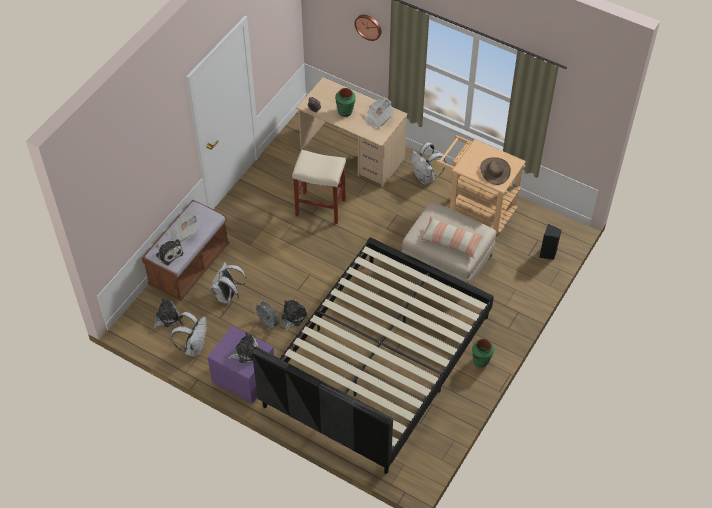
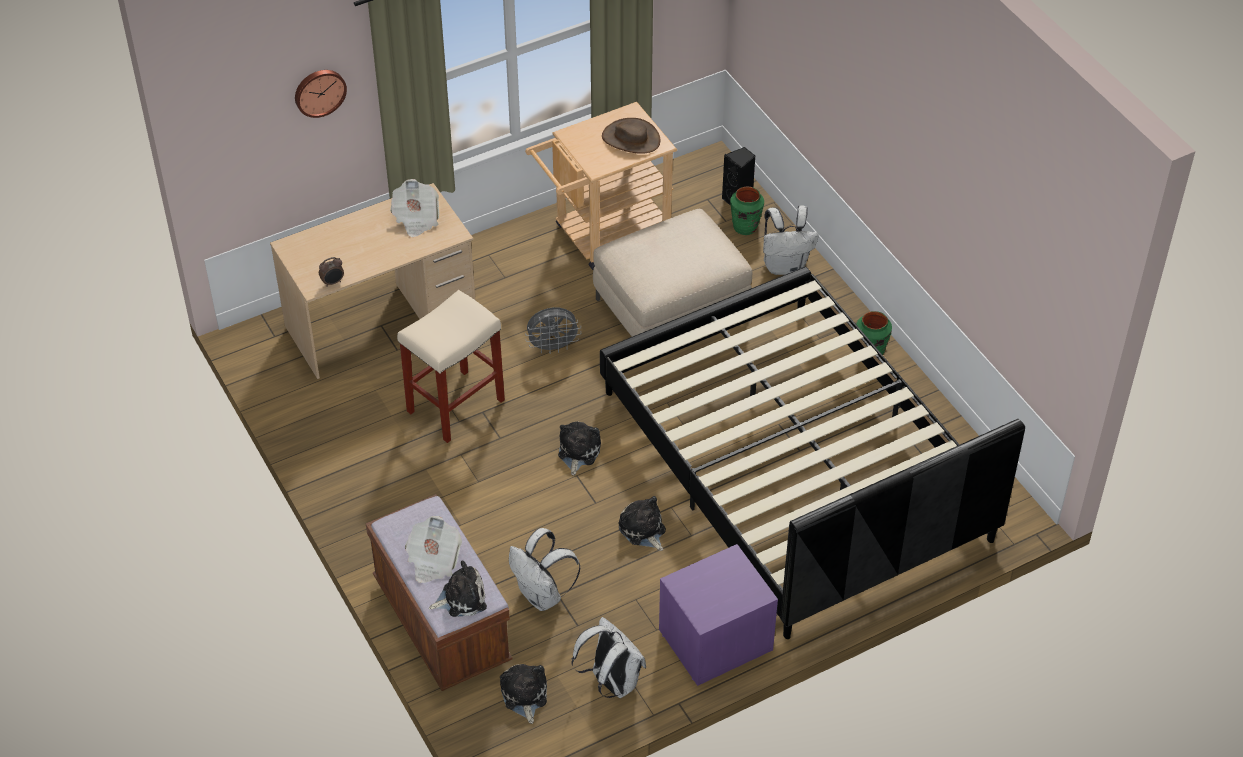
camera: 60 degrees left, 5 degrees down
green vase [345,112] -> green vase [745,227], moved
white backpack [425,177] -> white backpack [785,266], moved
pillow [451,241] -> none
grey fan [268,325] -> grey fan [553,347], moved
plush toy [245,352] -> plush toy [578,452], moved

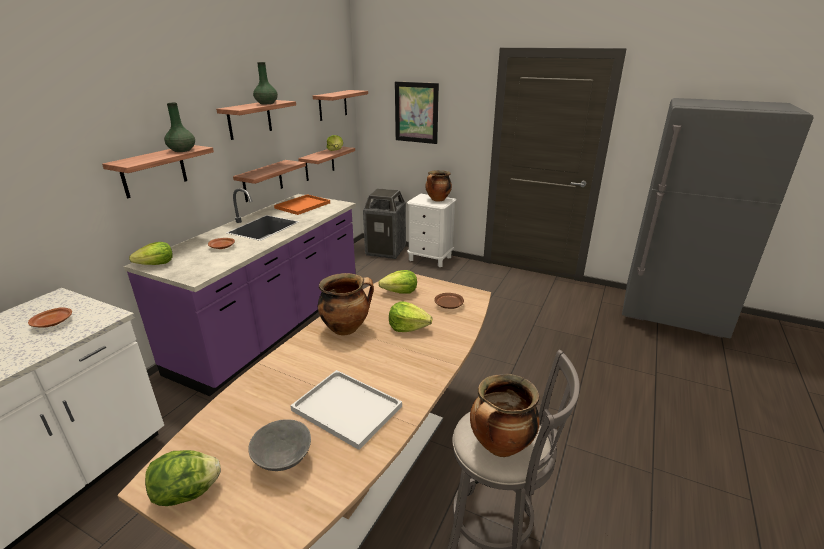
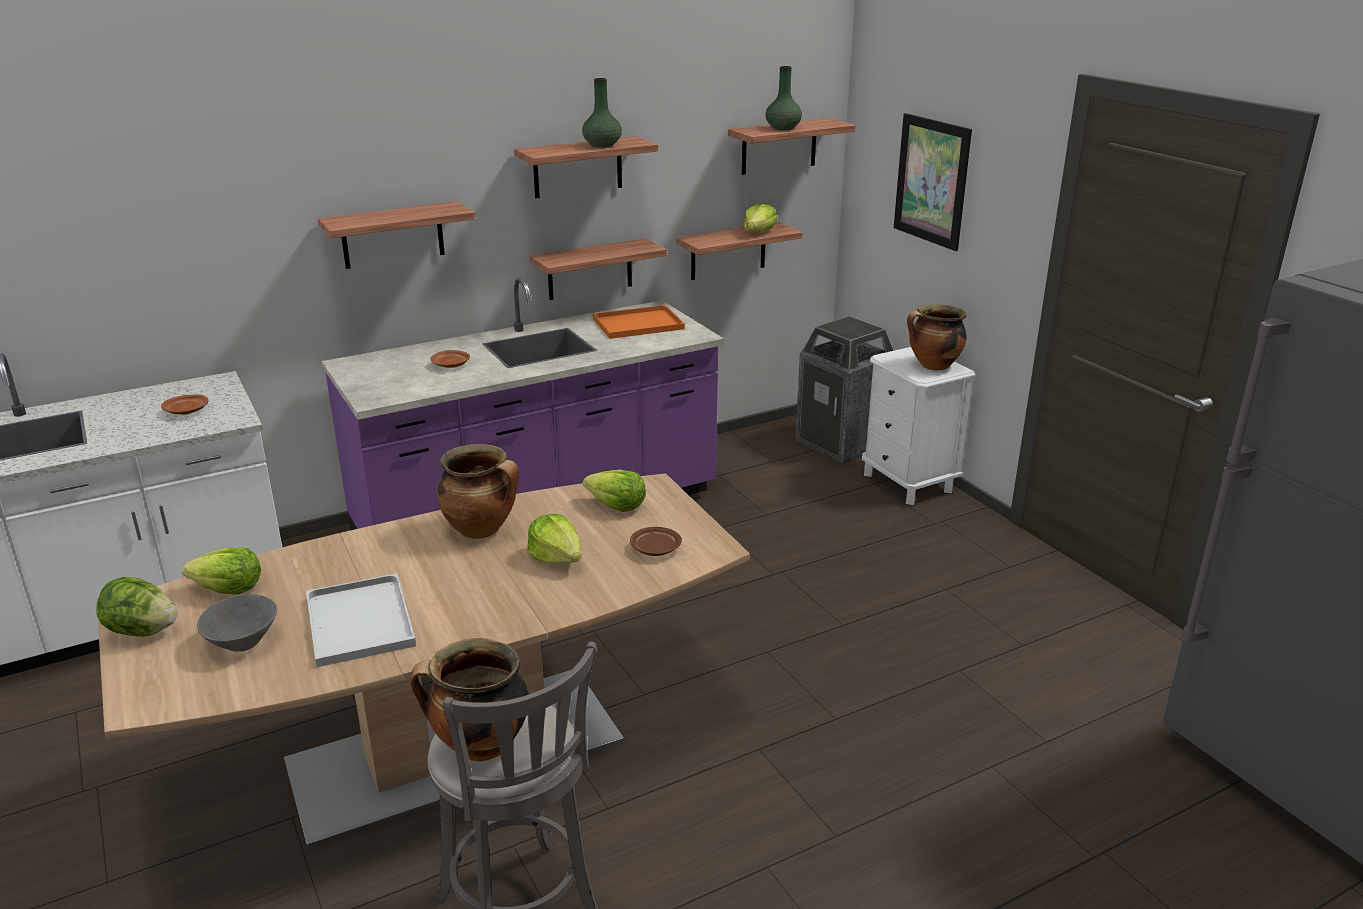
camera: 35 degrees right, 0 degrees up
green vase [182,150] -> green vase [783,128], moved
lettuce [156,264] -> lettuce [228,589], moved

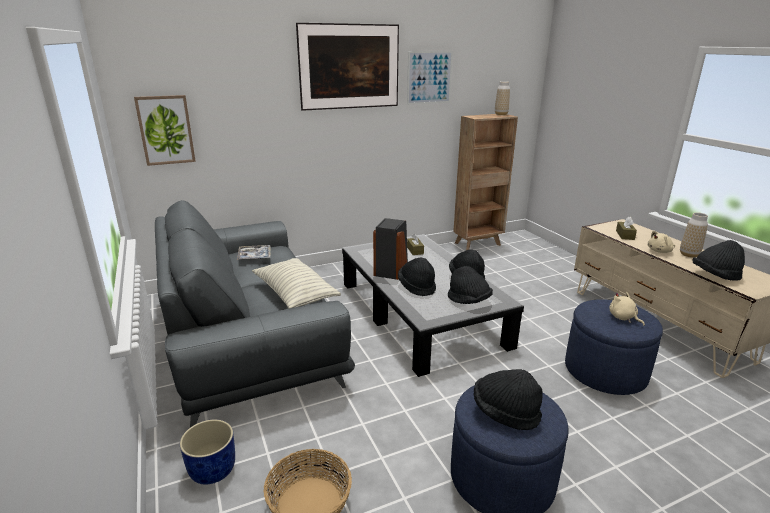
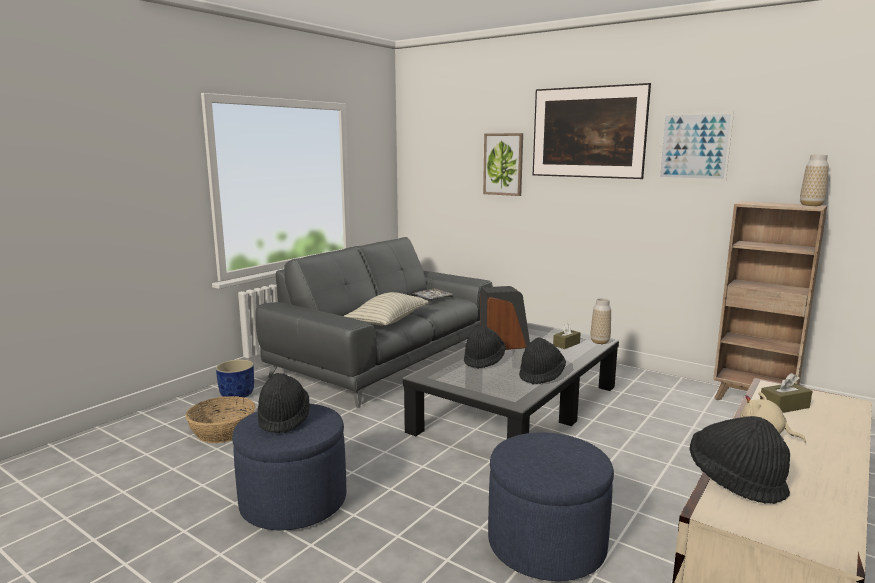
camera: 60 degrees right, 10 degrees down
picture [166,130] -> picture [503,164], moved
vase [689,254] -> vase [600,342], moved
black hat [469,301] -> none
beige plush toy [623,318] -> none

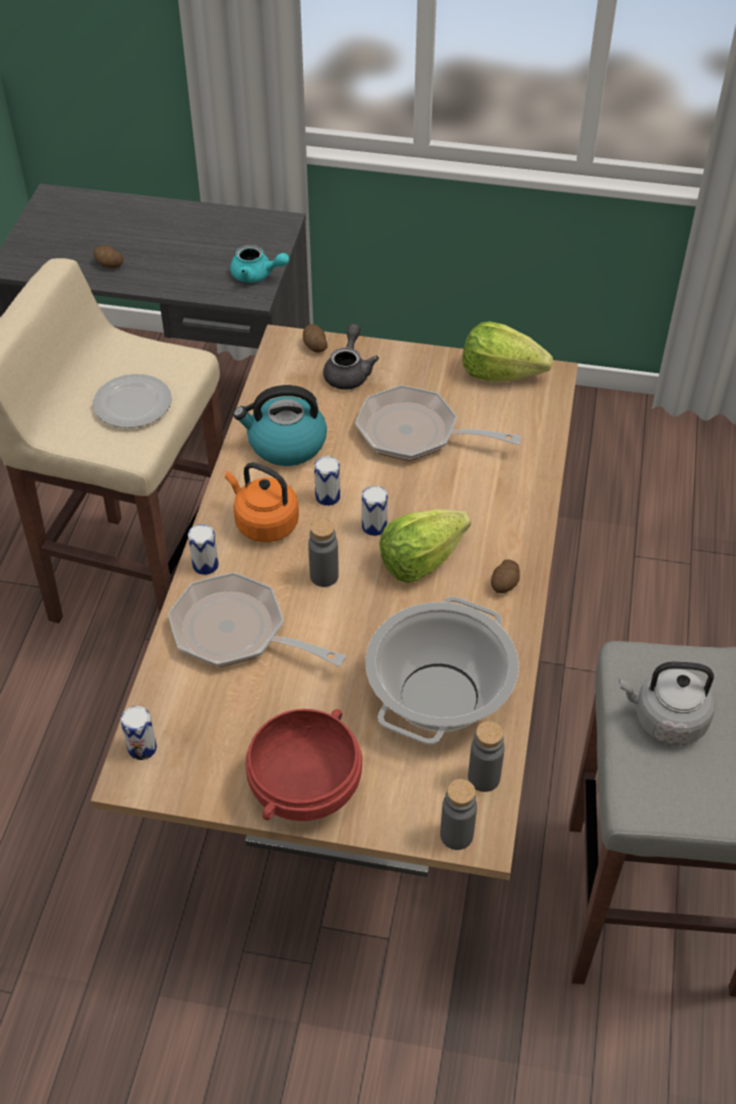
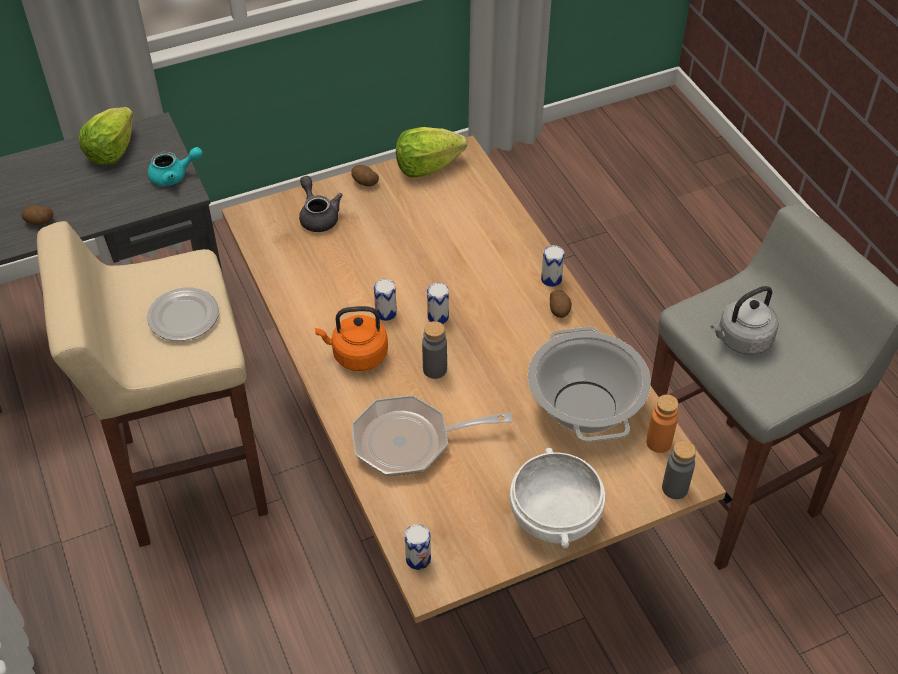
camera: 35 degrees left, 0 degrees up
potato [314,346] -> potato [364,182], moved
kettle [285,444] -> none
frying pan [416,433] -> none
lettuce [420,560] -> lettuce [112,151], moved
can [205,565] -> can [551,279], moved
red bowl [306,789] -> white bowl [556,518]
grey bottle [483,778] -> orange bottle [658,442]

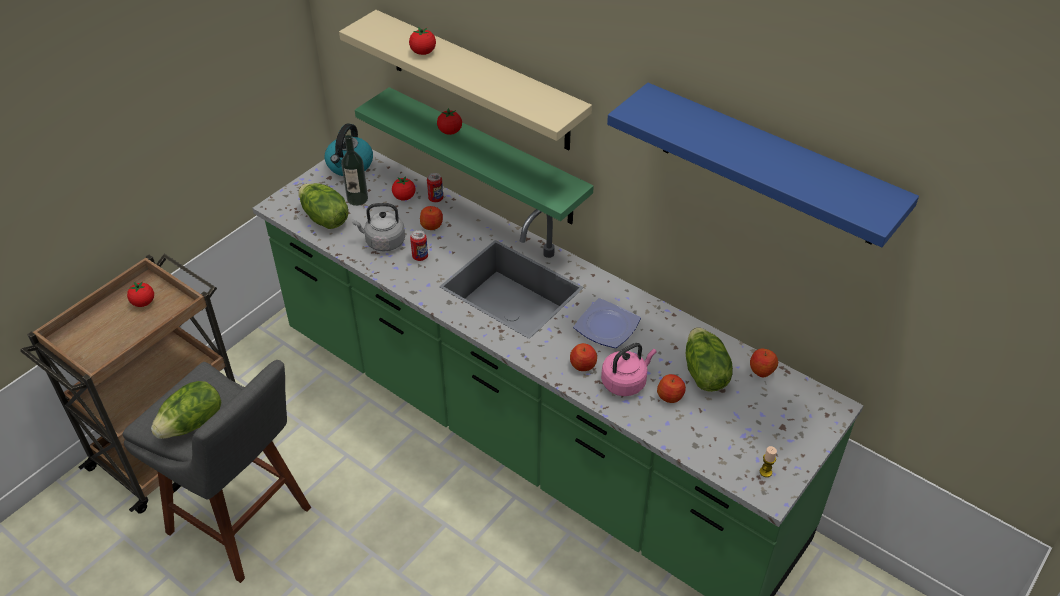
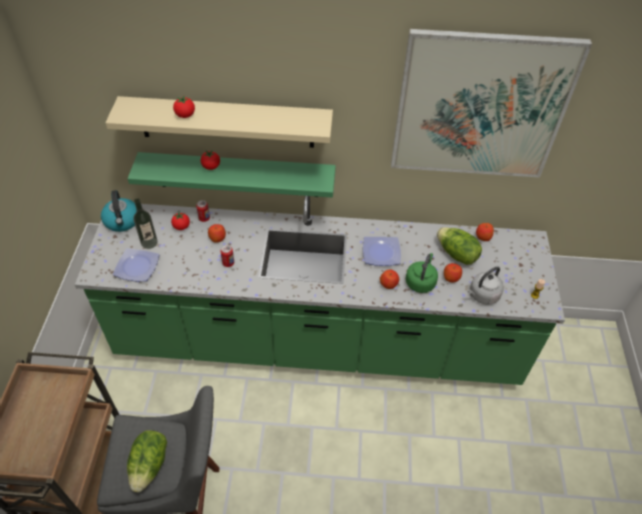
camera: 35 degrees left, 5 degrees up
blue shelf [769,165] -> picture [480,107]
lettuce [324,219] -> plate [137,268]
grey kettle [383,242] -> grey kettle [482,295], moved
tomato [143,302] -> none
pink kettle [625,382] -> green kettle [420,282]

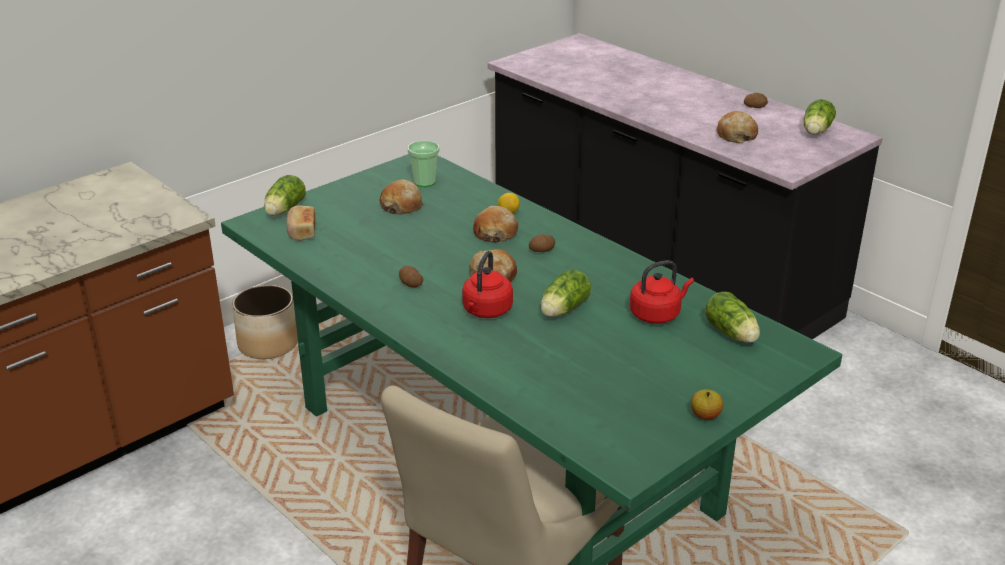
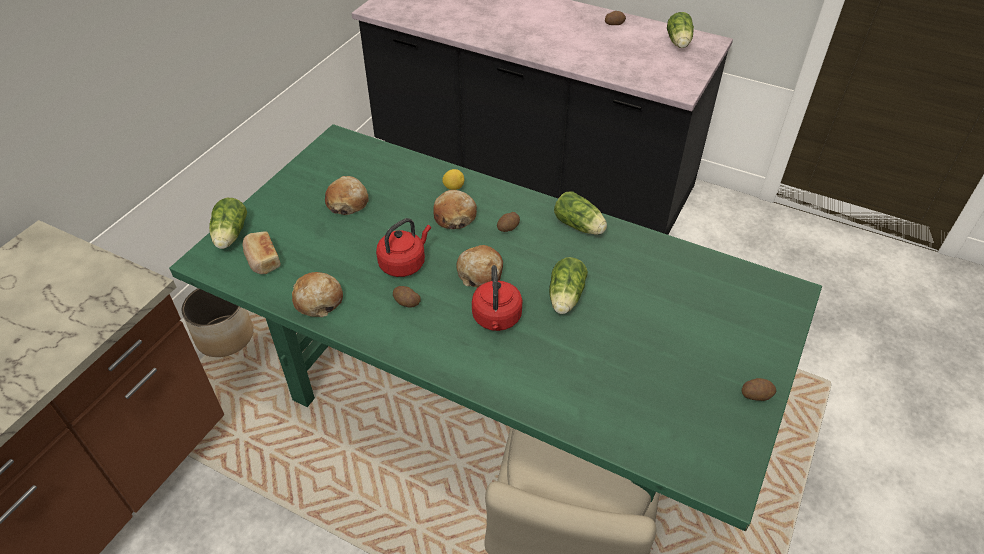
camera: 20 degrees left, 15 degrees up
bread [736,135] -> bread [318,300], moved
cup [424,182] -> none
red kettle [657,314] -> red kettle [404,263], moved
lettuce [732,334] -> lettuce [580,226], moved
apple [705,415] -> potato [756,394]

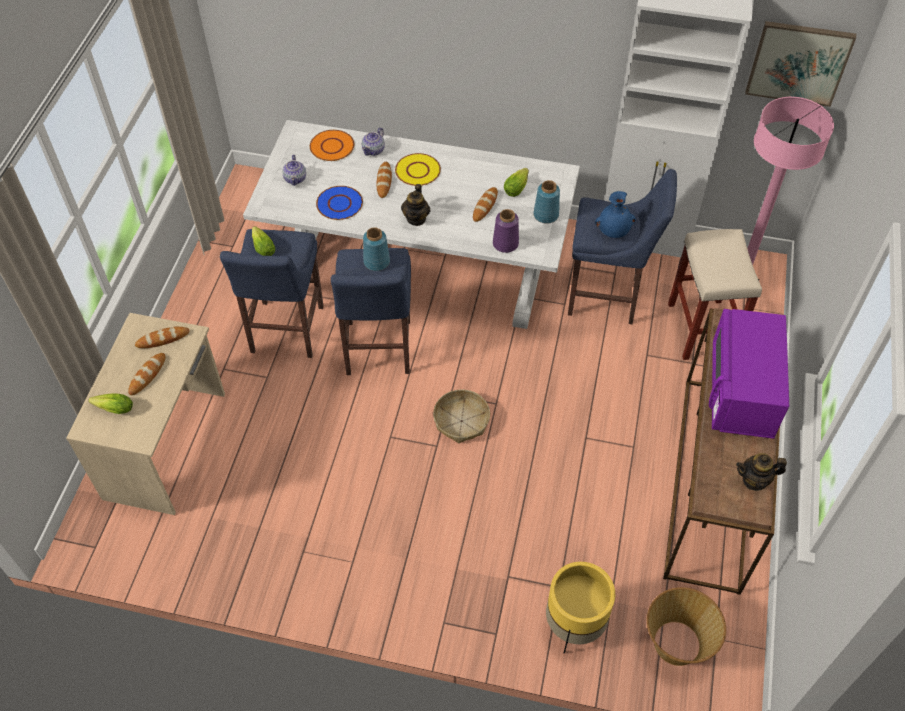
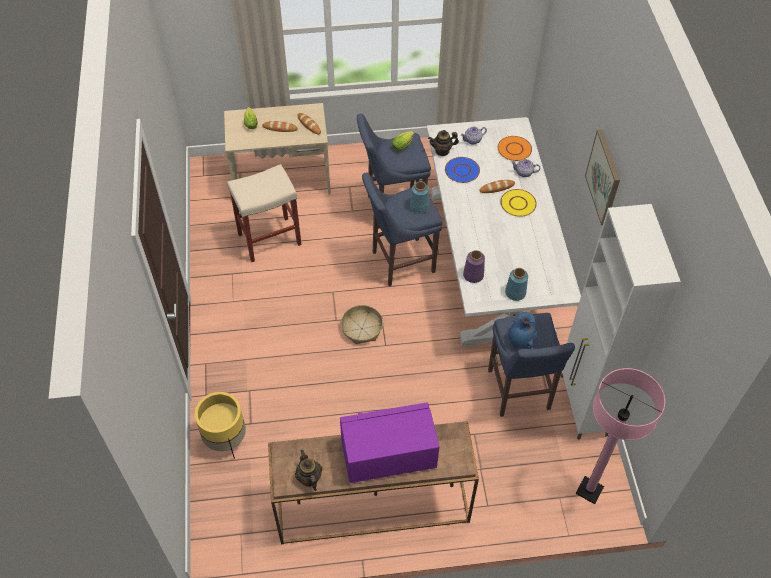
camera: 70 degrees right, 0 degrees up
picture [798,63] -> picture [604,177], moved
lettuce [517,187] -> none
teapot [416,218] -> teapot [442,151], moved
bread [485,206] -> none
beige stool [702,330] -> beige stool [268,240], moved
basket [676,644] -> none

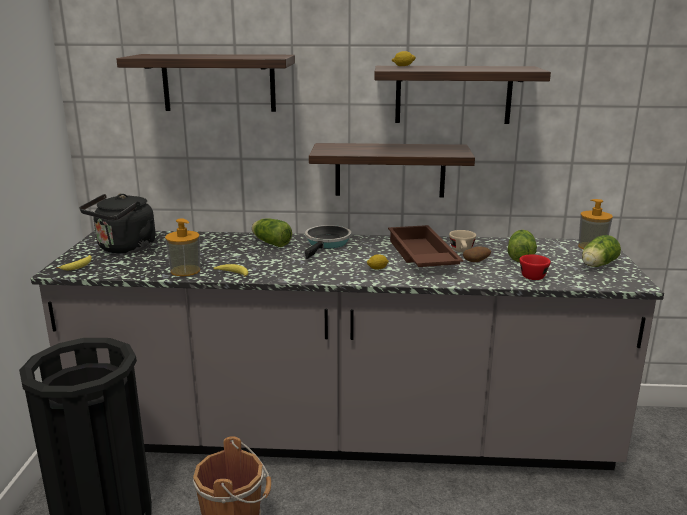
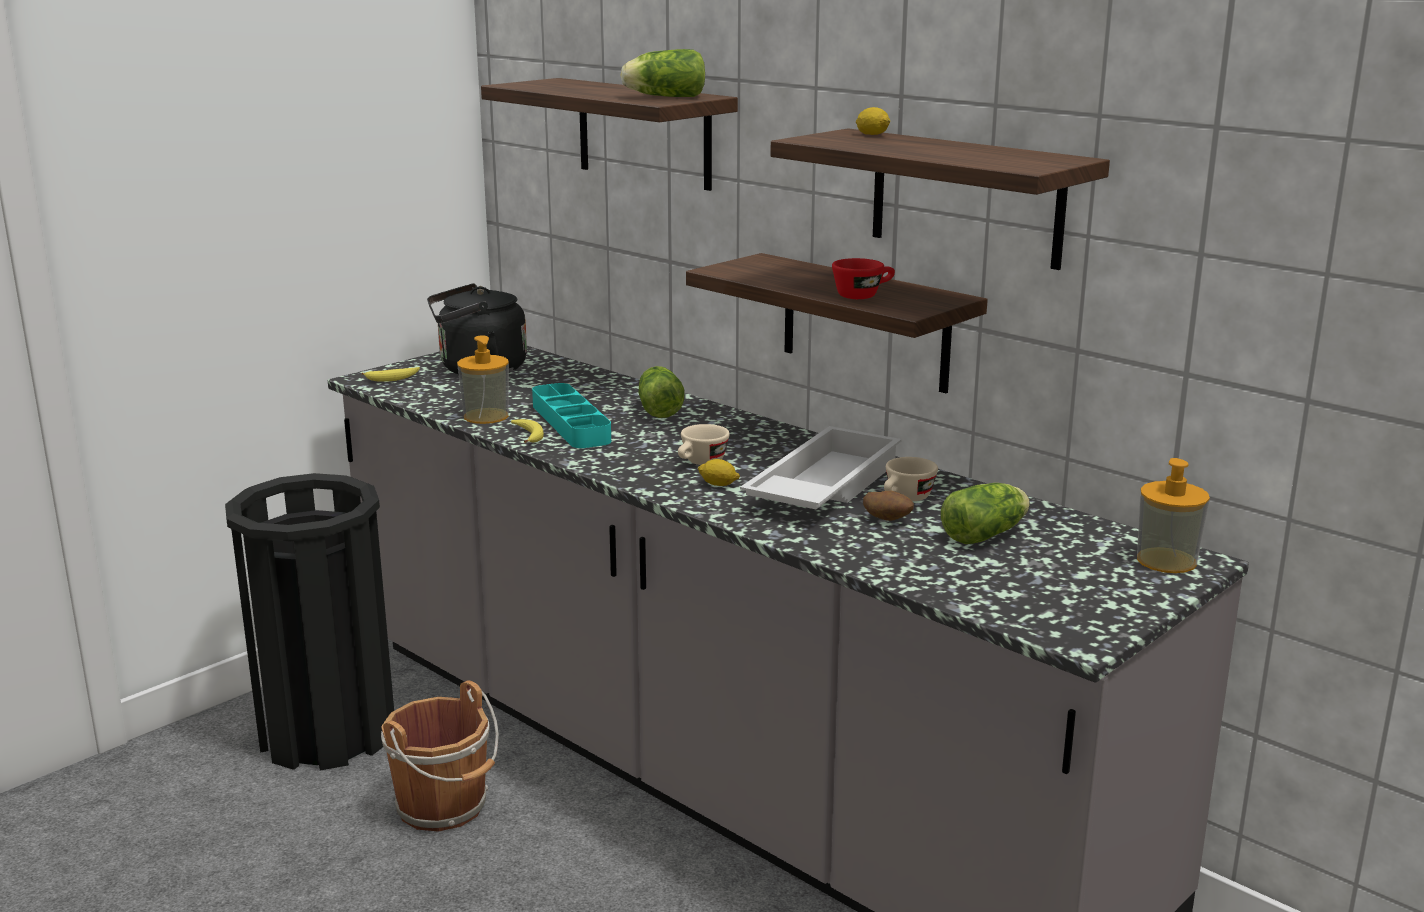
camera: 40 degrees right, 0 degrees up
frying pan [327,243] -> none
brown tray [420,256] -> white tray [821,486]
lettuce [597,265] -> lettuce [663,97], moved
red cup [533,275] -> red cup [863,295], moved
none -> turquoise tray [570,423]
none -> beige cup [701,463]

